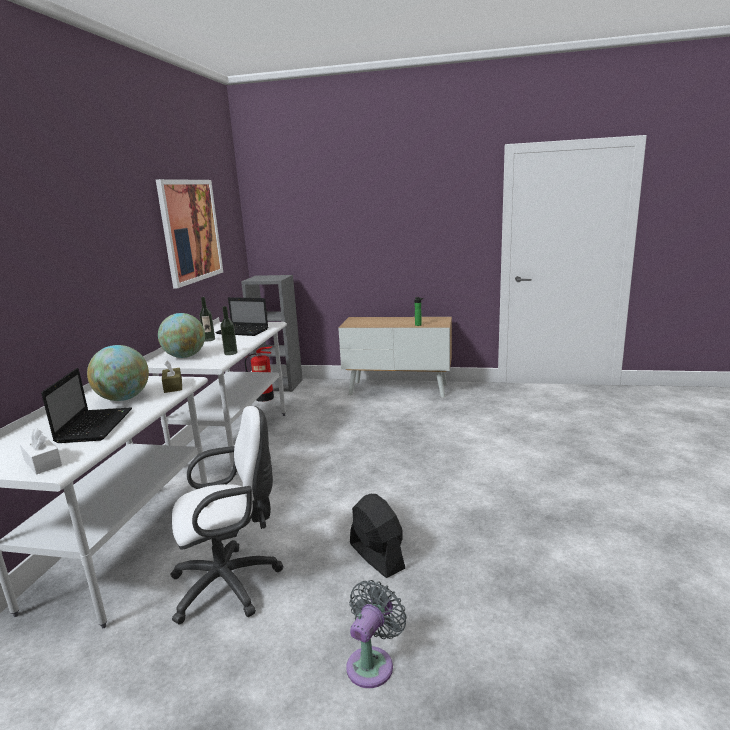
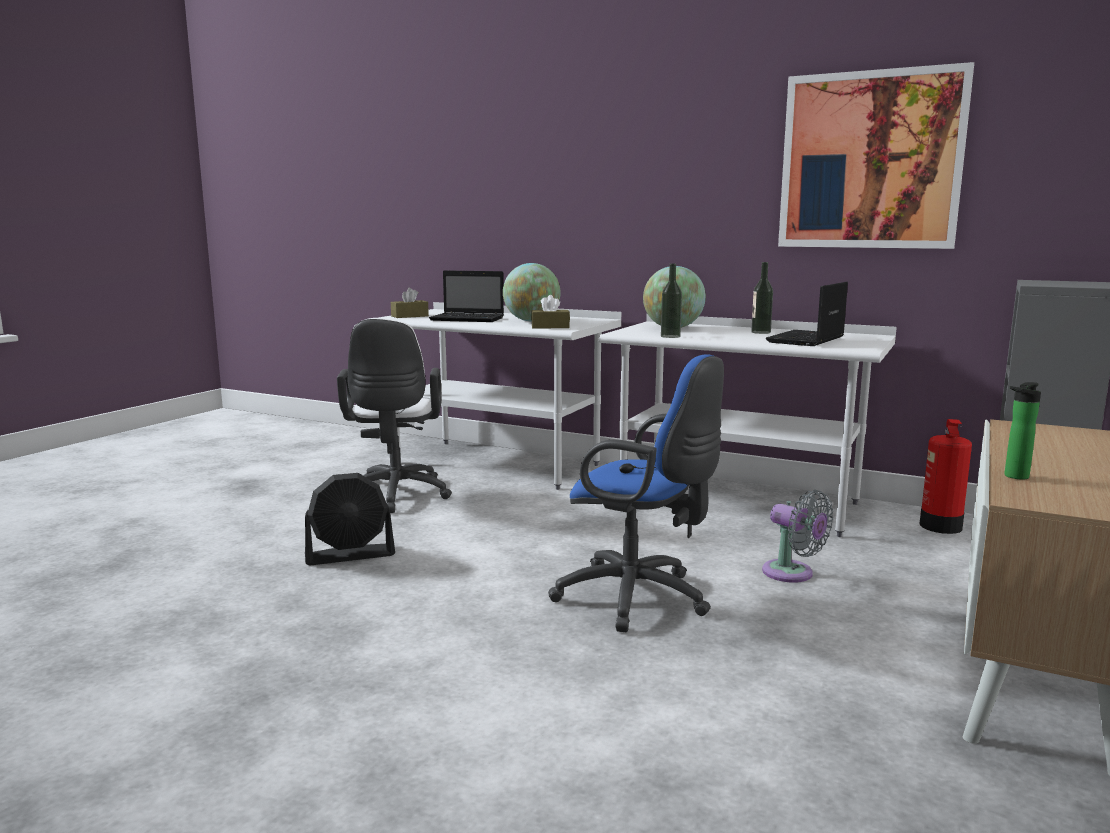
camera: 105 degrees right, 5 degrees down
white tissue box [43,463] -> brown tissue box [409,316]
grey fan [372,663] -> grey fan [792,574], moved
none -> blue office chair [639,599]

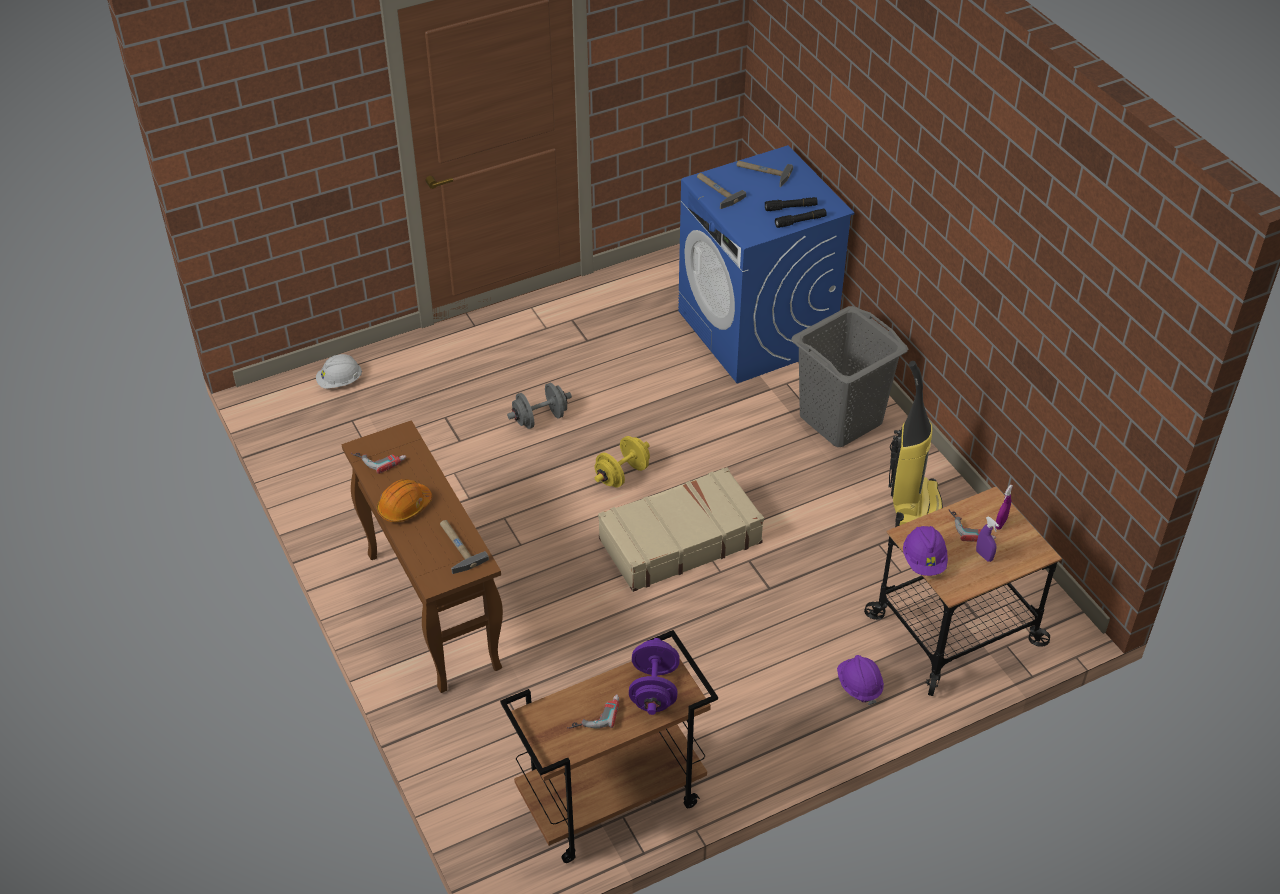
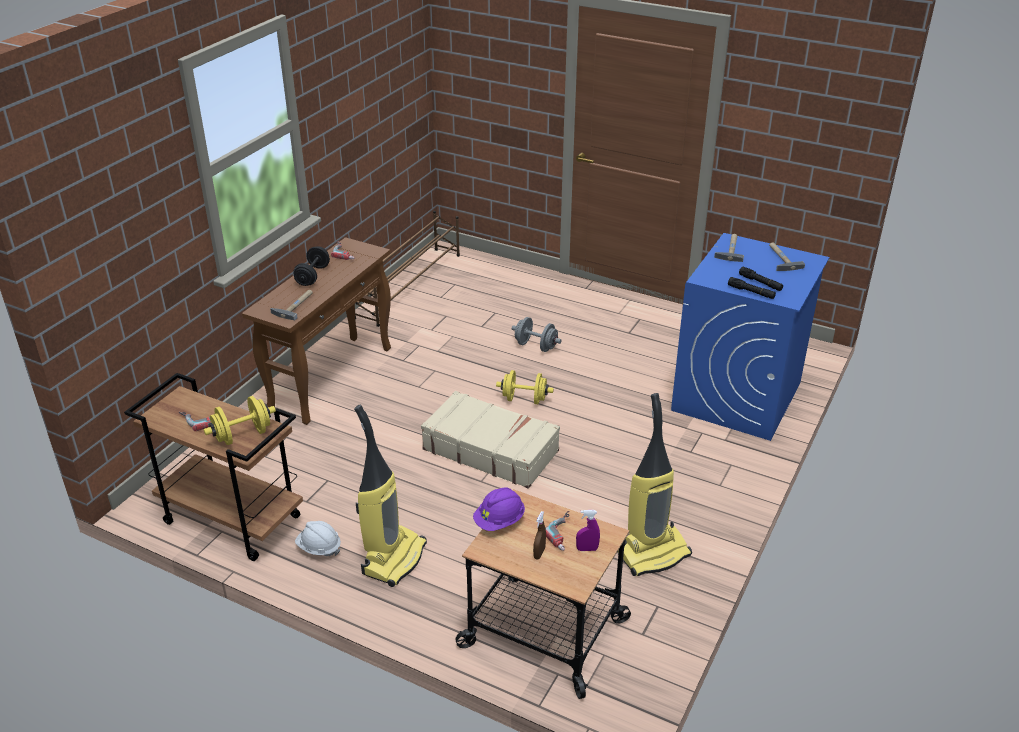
camera: 55 degrees right, 10 degrees down
grey laundry basket [841,420] -> none
white hard hat [340,382] -> white hard hat [319,548], moved
orange hard hat [404,507] -> black dumbbell [313,276]
purple spray bottle [984,555] -> brown spray bottle [539,553]
purple dumbbell [654,690] -> yellow dumbbell [243,435]
purple hard hat [859,686] -> none
none -> brown shoe rack [409,285]
none -> vacuum cleaner [393,558]

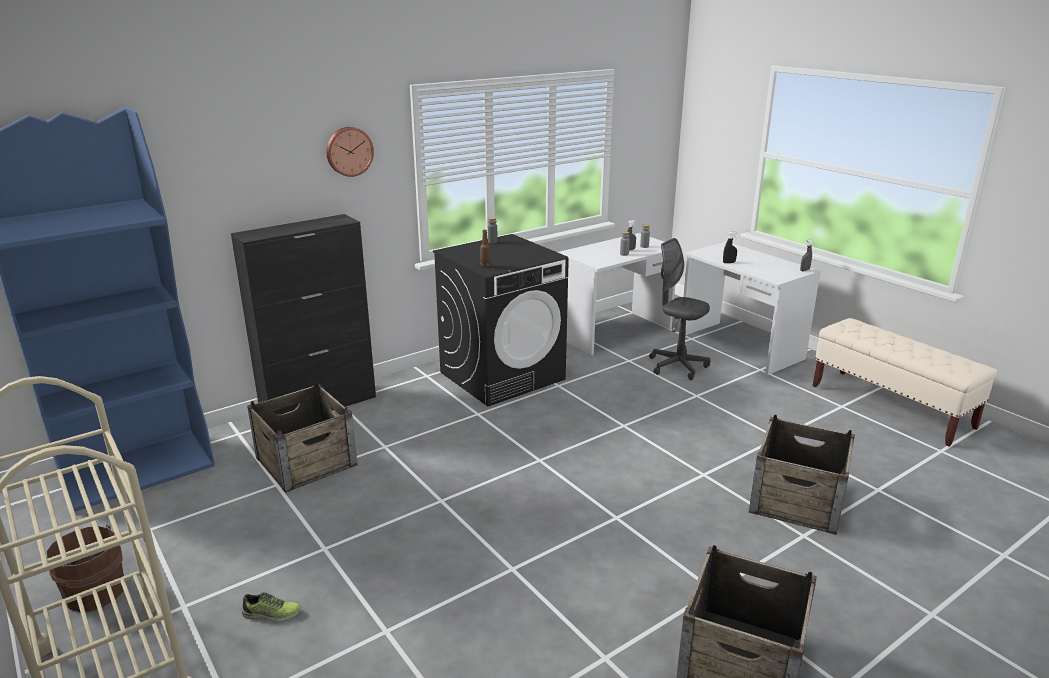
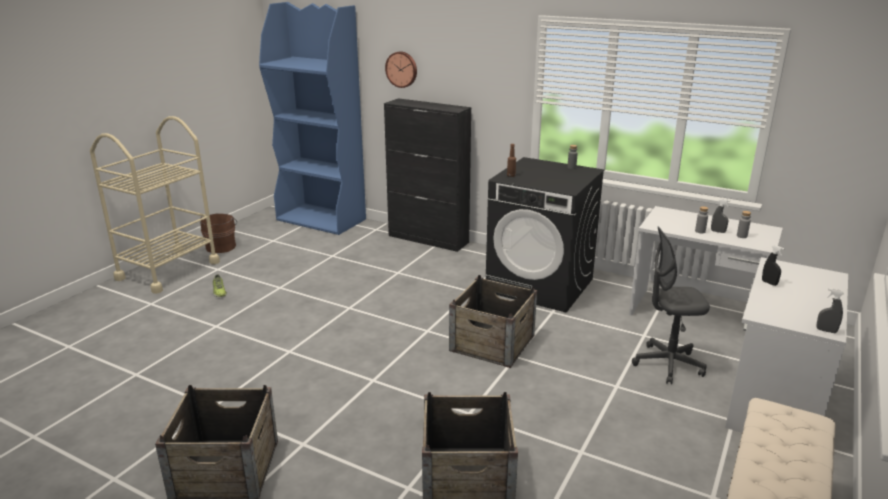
camera: 65 degrees right, 0 degrees up
wall clock [349,151] -> wall clock [402,69], moved
grey office chair [677,366] -> grey office chair [667,364], 105 degrees counterclockwise
crate [306,461] -> crate [492,343], moved

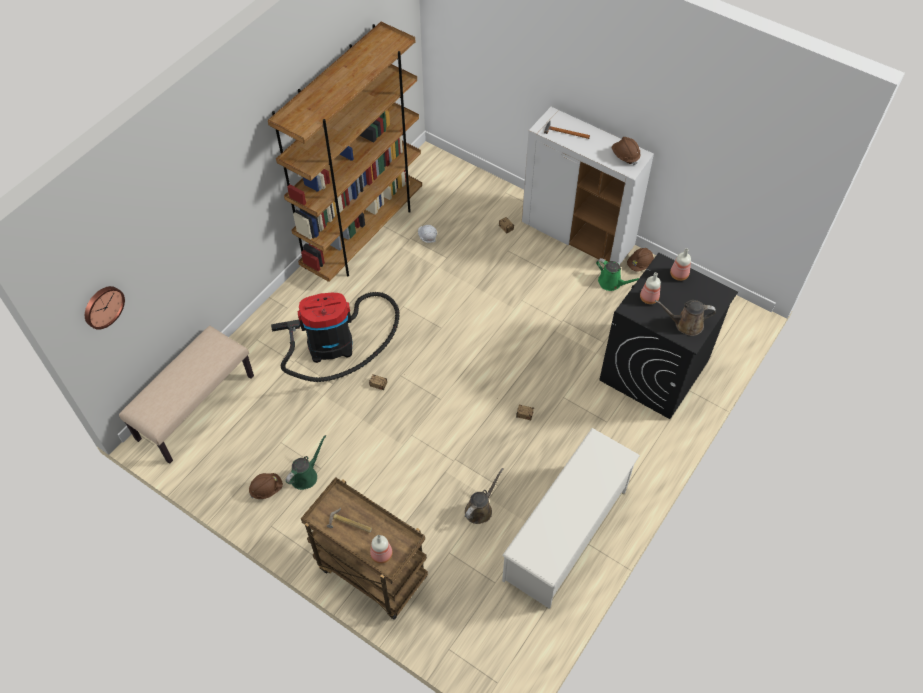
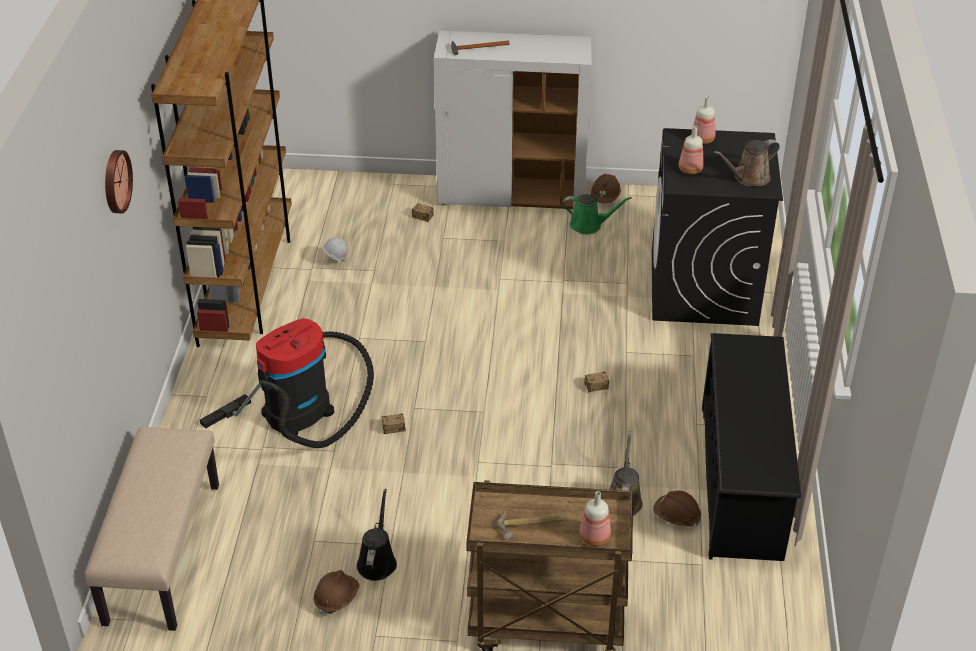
camera: 30 degrees left, 15 degrees down
brown hard hat [625,156] -> brown hard hat [676,517], moved
wall clock [102,306] -> wall clock [115,181], moved
white shoe rack [566,534] -> black shoe rack [741,481]
green watering can [306,475] -> black watering can [377,561]

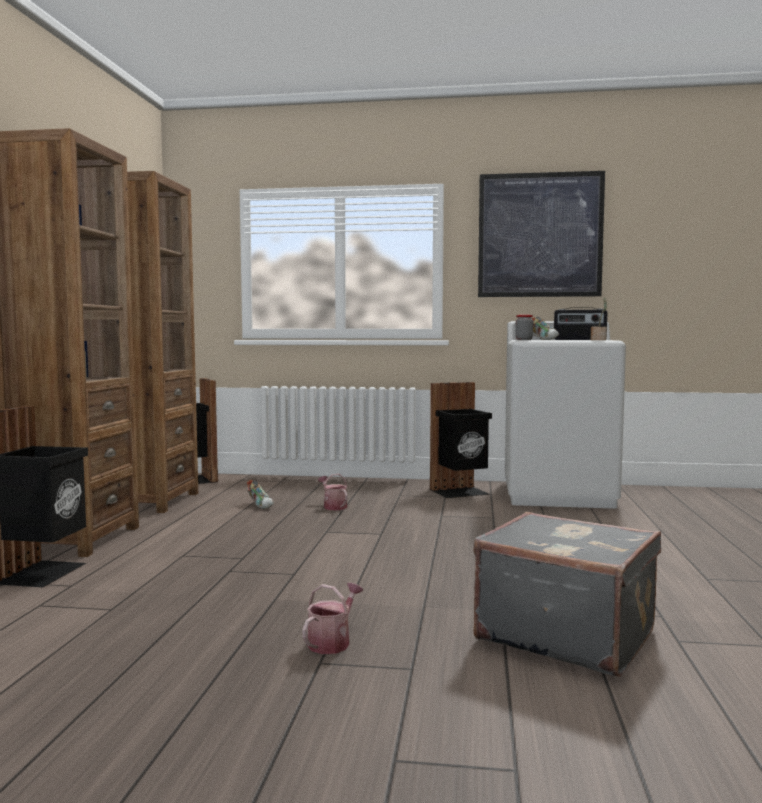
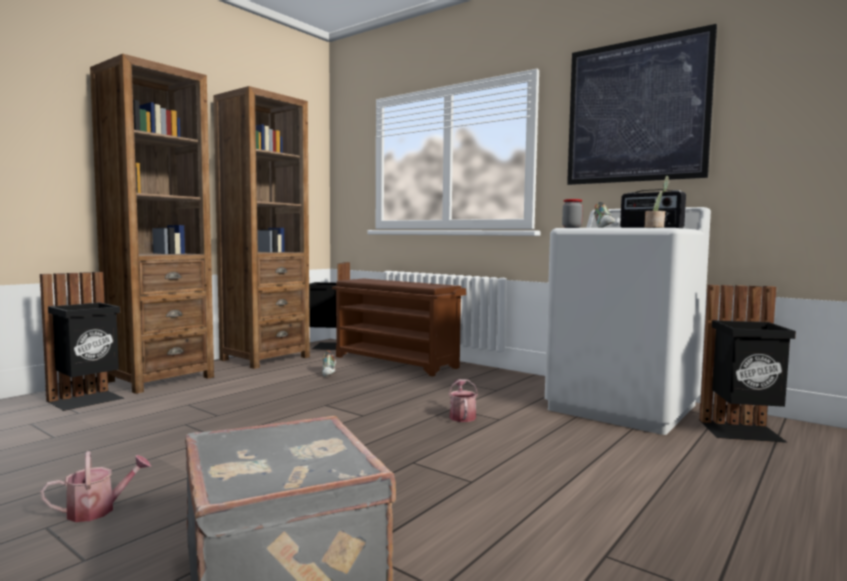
camera: 30 degrees right, 0 degrees up
black trash can [461,492] -> black trash can [742,432], moved
watering can [333,506] -> watering can [462,416], moved
none -> brown shoe rack [397,362]

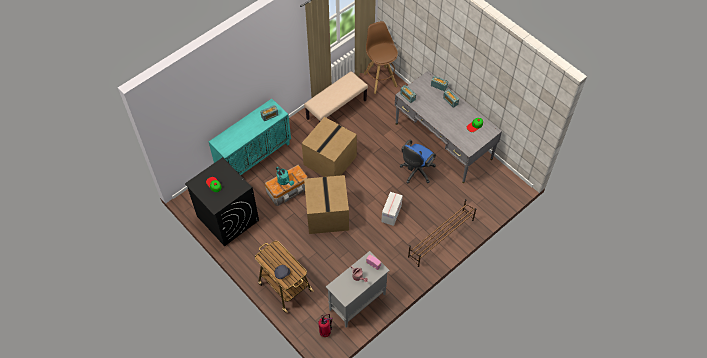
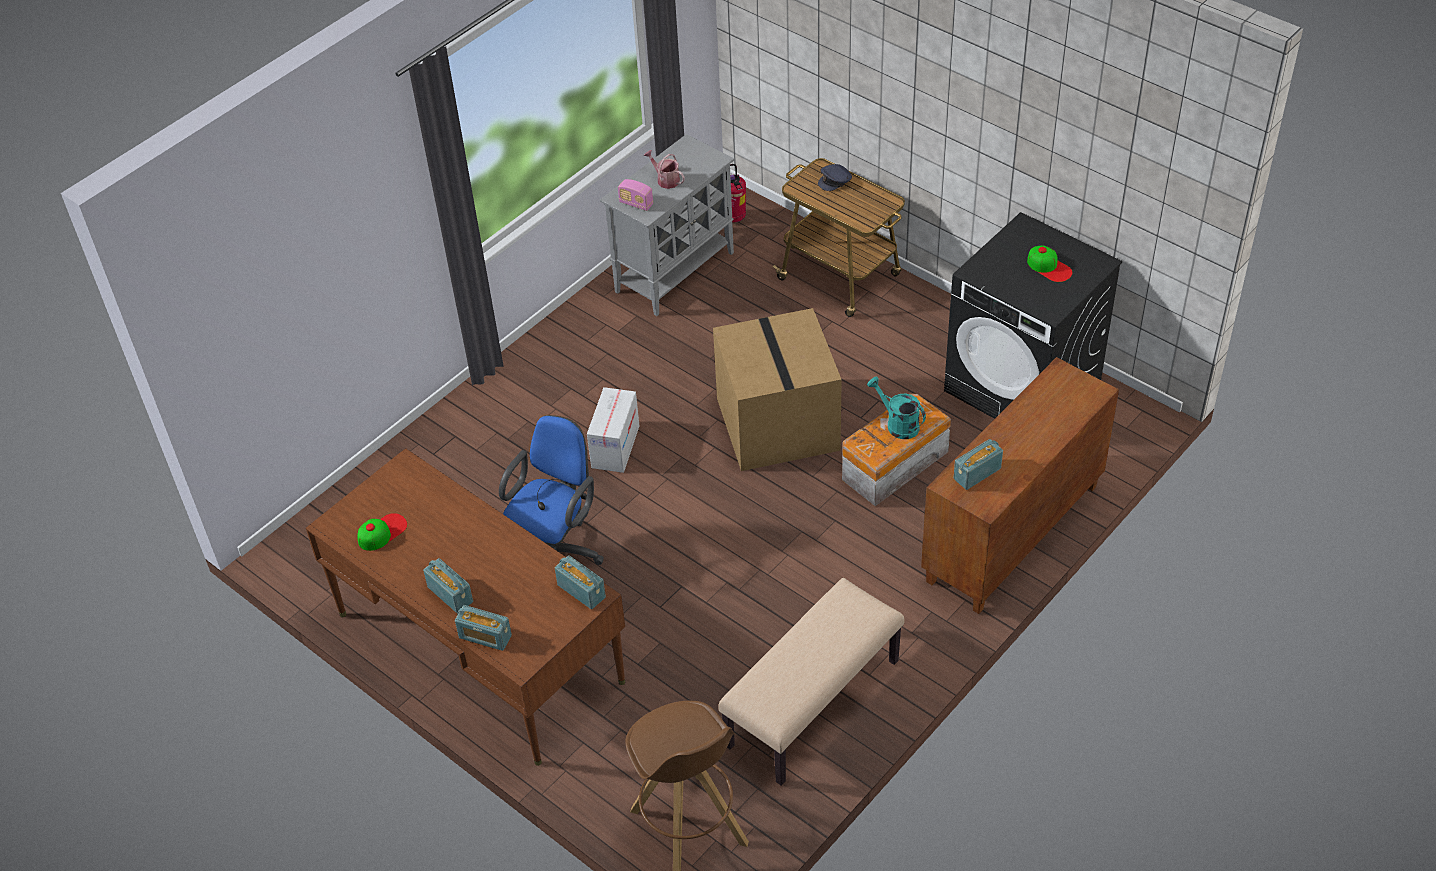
camera: 175 degrees right, 10 degrees down
grey desk [443,141] -> brown desk [480,648]
turquoise cabinet [254,157] -> brown cabinet [1013,535]
cardboard box [330,160] -> none
brown shoe rack [440,238] -> none

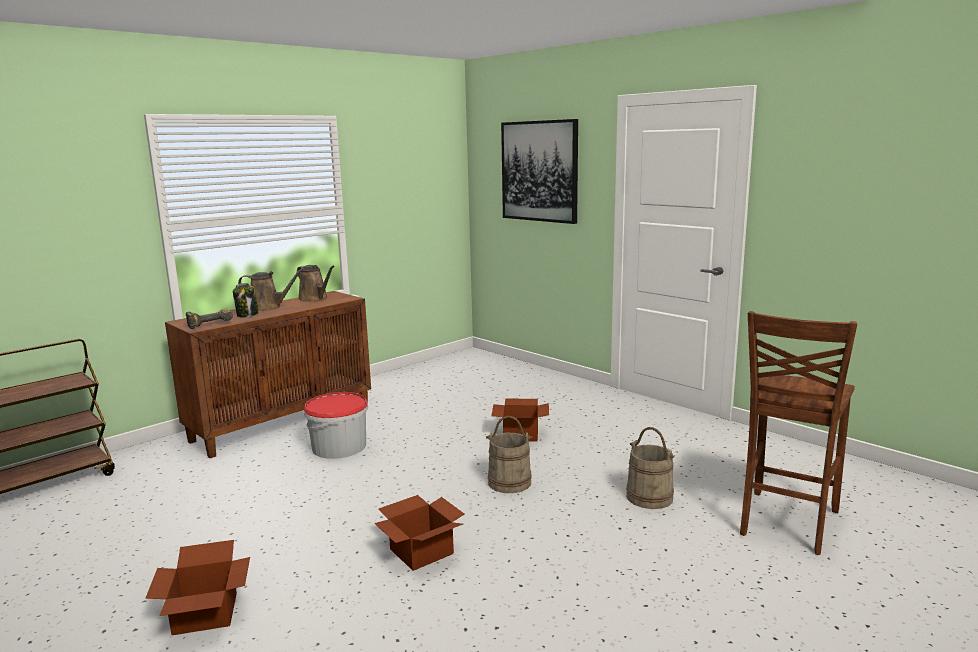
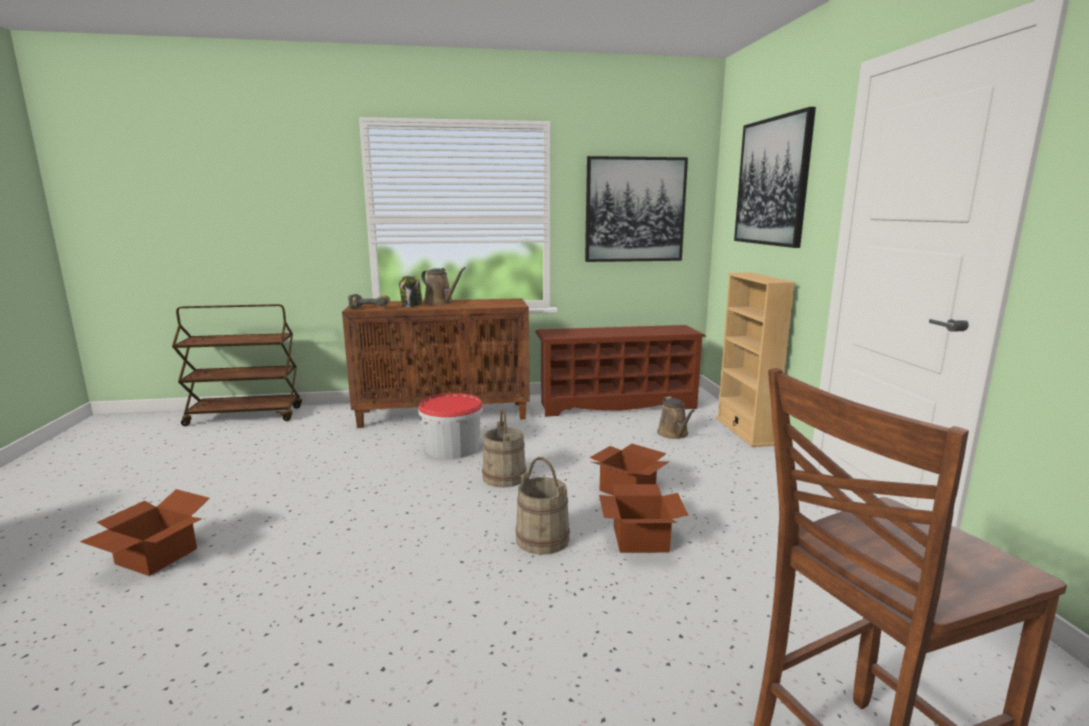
camera: 35 degrees right, 0 degrees up
brown watering can [315,299] -> brown watering can [674,434], moved
beige bucket [649,497] -> beige bucket [504,477], moved
cardboard box [421,550] -> cardboard box [641,538], moved
none -> picture [635,210]
none -> beige bookcase [745,431]
none -> brown shoe rack [616,404]

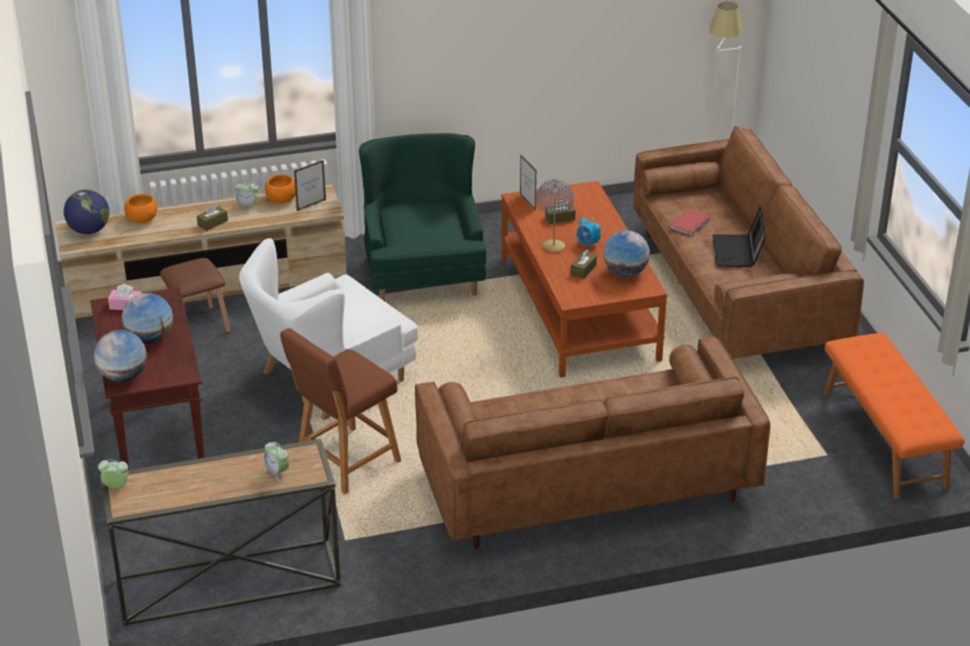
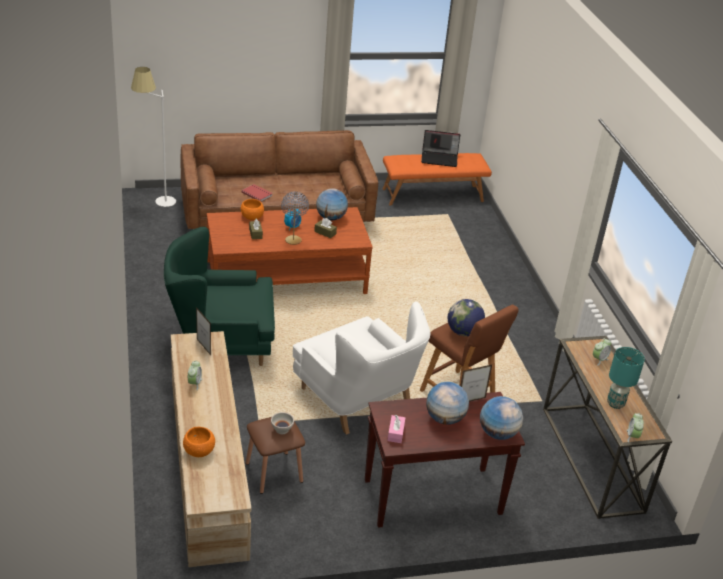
camera: 90 degrees left, 0 degrees up
picture frame [527,202] -> picture frame [471,401], moved
orange bowl [281,199] -> orange bowl [252,217], moved
globe [89,230] -> globe [463,332], moved
brown tissue box [212,223] -> none
laptop [738,252] -> laptop [440,158], moved
brown sofa [586,484] -> none
none -> turquoise table lamp [615,404]
none -> white bowl [281,429]

